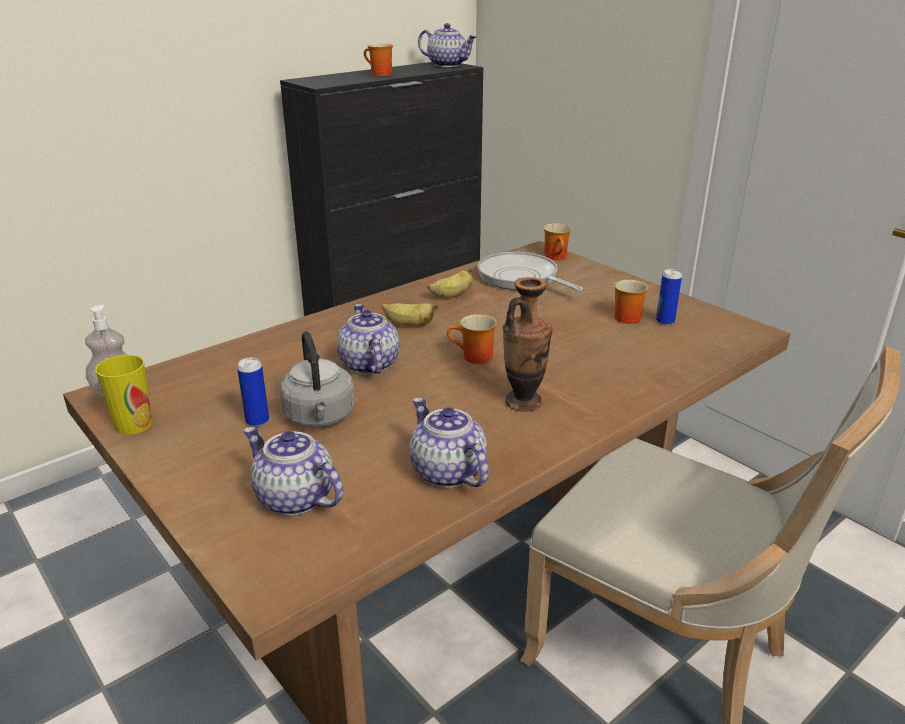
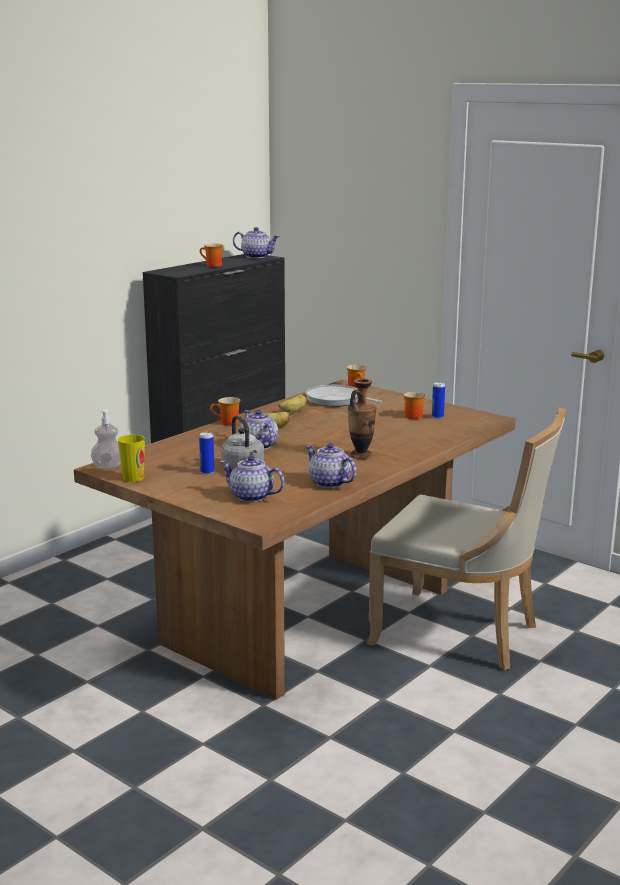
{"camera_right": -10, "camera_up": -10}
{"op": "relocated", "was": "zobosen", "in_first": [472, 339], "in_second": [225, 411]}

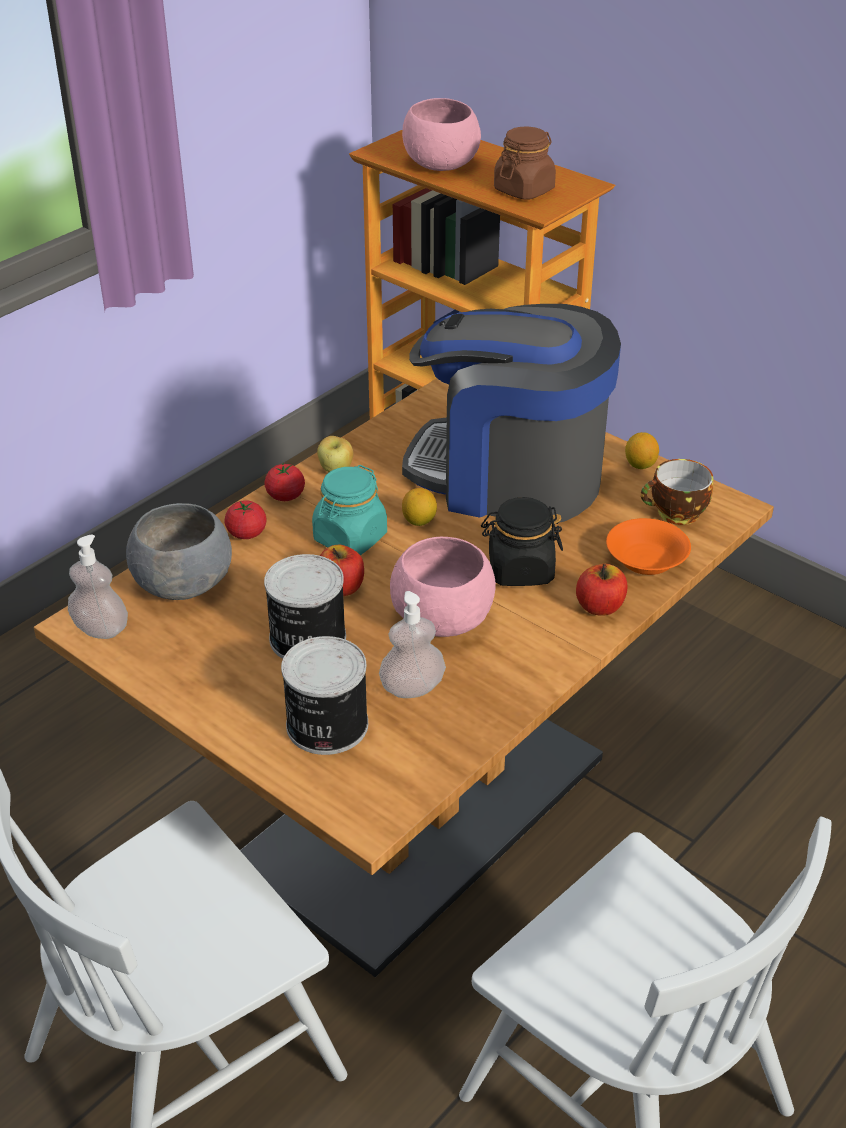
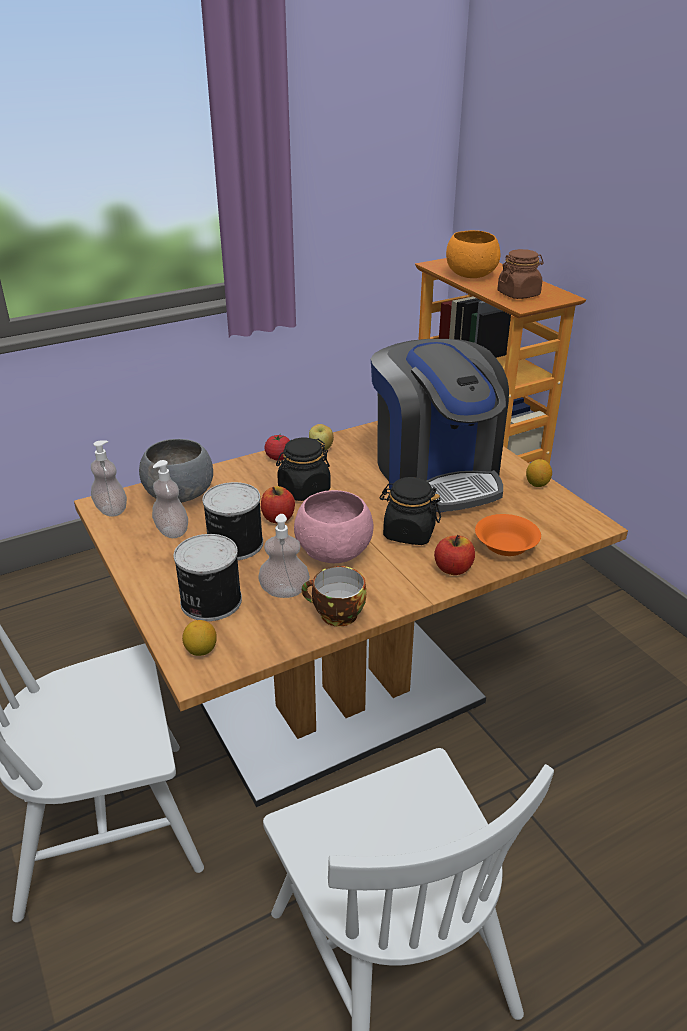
{"camera_right": 20, "camera_up": -5}
{"op": "appeared", "now": "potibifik", "in_second": [170, 499]}
{"op": "relocated", "was": "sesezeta", "in_first": [419, 507], "in_second": [199, 638]}
{"op": "colour", "was": "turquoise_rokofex", "now": "black_rokofex", "in_first": [349, 510], "in_second": [303, 469]}
{"op": "relocated", "was": "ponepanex", "in_first": [677, 492], "in_second": [334, 596]}
{"op": "spun", "was": "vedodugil", "in_first": [511, 413], "in_second": [440, 426], "clockwise": -150}
{"op": "colour", "was": "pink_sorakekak", "now": "orange_sorakekak", "in_first": [441, 134], "in_second": [473, 254]}
{"op": "missing", "was": "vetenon", "in_first": [246, 519]}

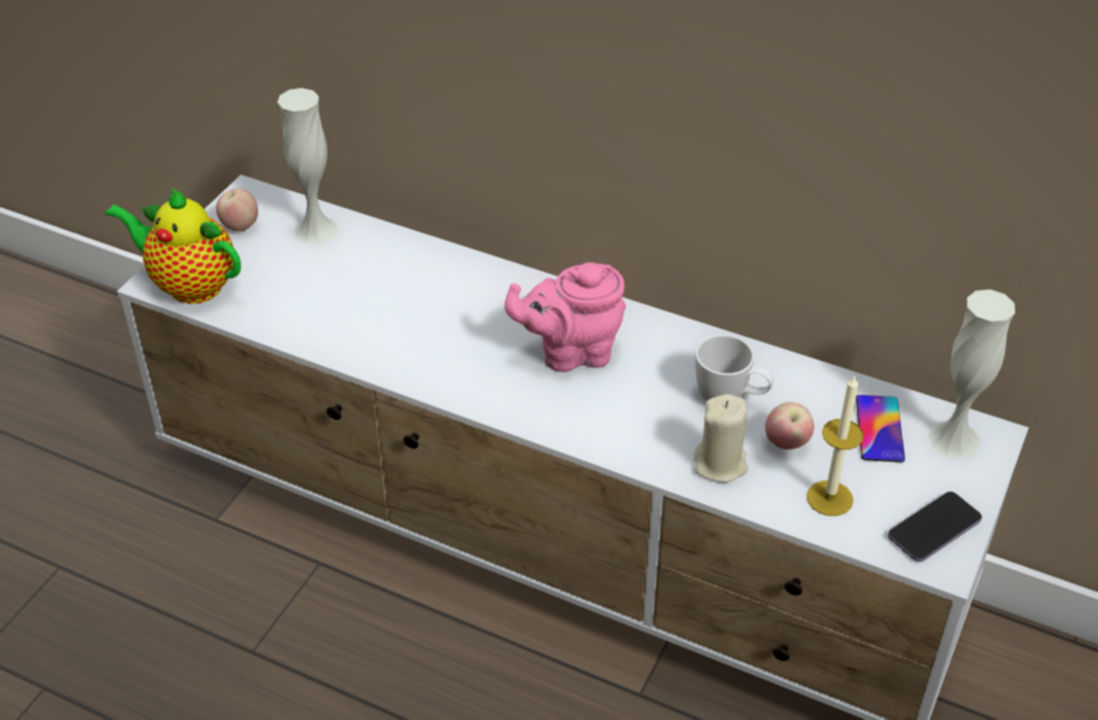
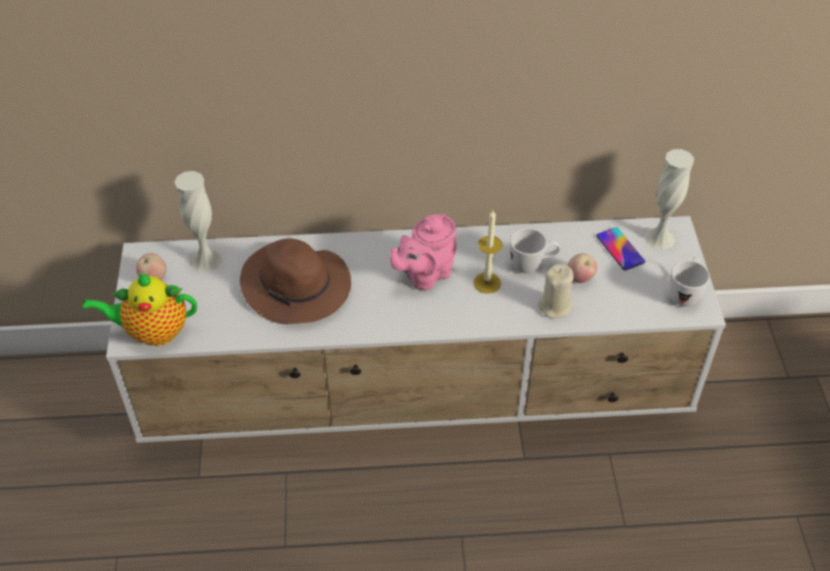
{"camera_right": -30, "camera_up": 5}
{"op": "appeared", "now": "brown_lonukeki", "in_second": [295, 281]}
{"op": "relocated", "was": "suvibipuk", "in_first": [835, 445], "in_second": [488, 252]}
{"op": "exchanged", "was": "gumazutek", "now": "white_zobosen", "in_first": [935, 526], "in_second": [690, 282]}

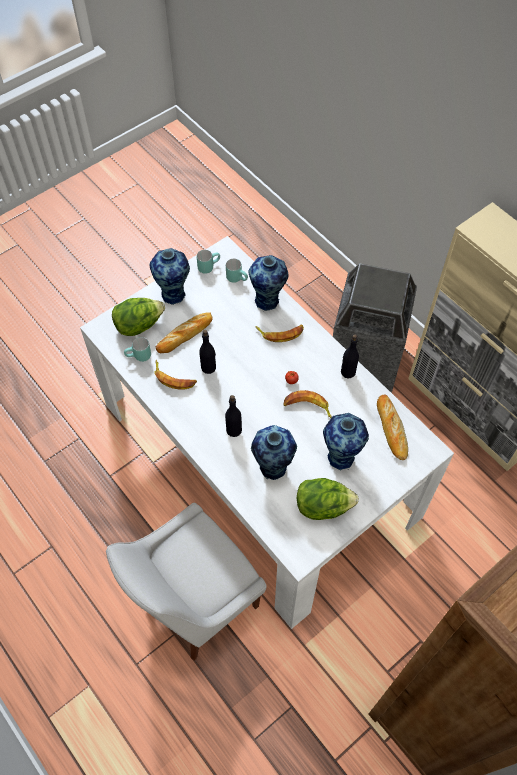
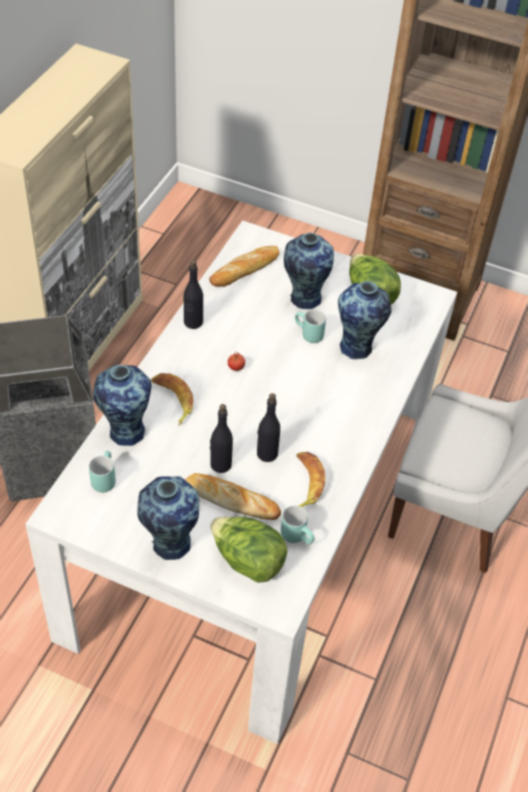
{"camera_right": -120, "camera_up": -10}
{"op": "relocated", "was": "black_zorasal", "in_first": [233, 416], "in_second": [221, 438]}
{"op": "relocated", "was": "turquoise_zobosen", "in_first": [208, 262], "in_second": [310, 326]}
{"op": "missing", "was": "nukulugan", "in_first": [307, 404]}

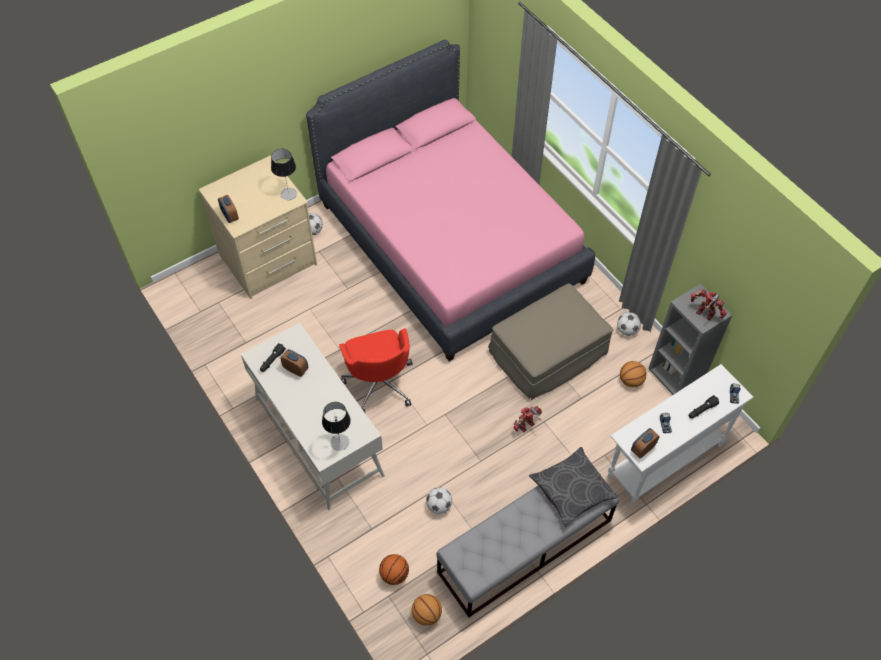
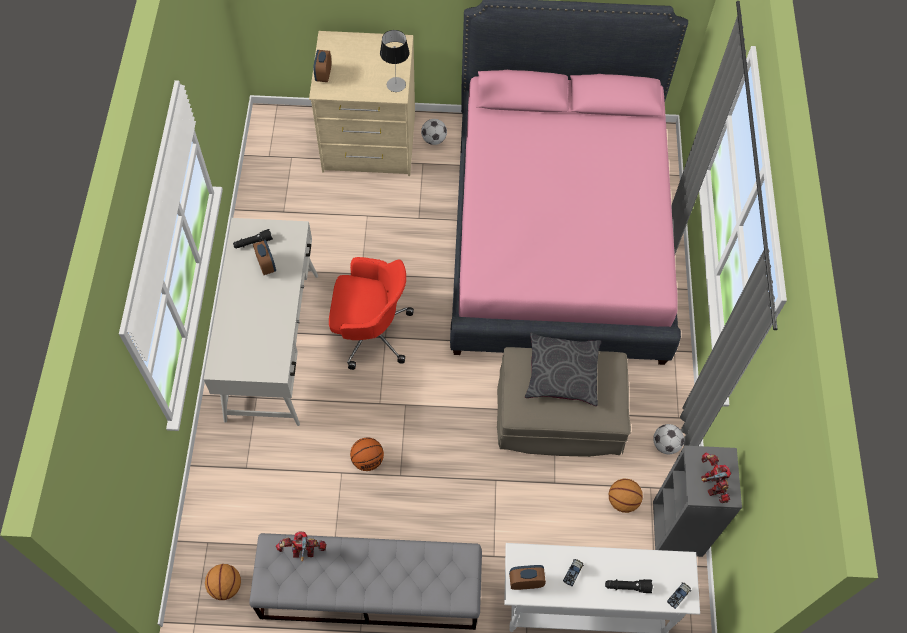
{"camera_right": 35, "camera_up": 5}
{"op": "relocated", "was": "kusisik", "in_first": [528, 419], "in_second": [301, 546]}
{"op": "spun", "was": "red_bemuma", "in_first": [375, 371], "in_second": [371, 313], "clockwise": -105}
{"op": "relocated", "was": "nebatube", "in_first": [394, 569], "in_second": [367, 454]}
{"op": "relocated", "was": "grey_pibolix", "in_first": [573, 487], "in_second": [563, 369]}
{"op": "missing", "was": "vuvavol", "in_first": [336, 426]}
{"op": "missing", "was": "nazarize", "in_first": [439, 500]}

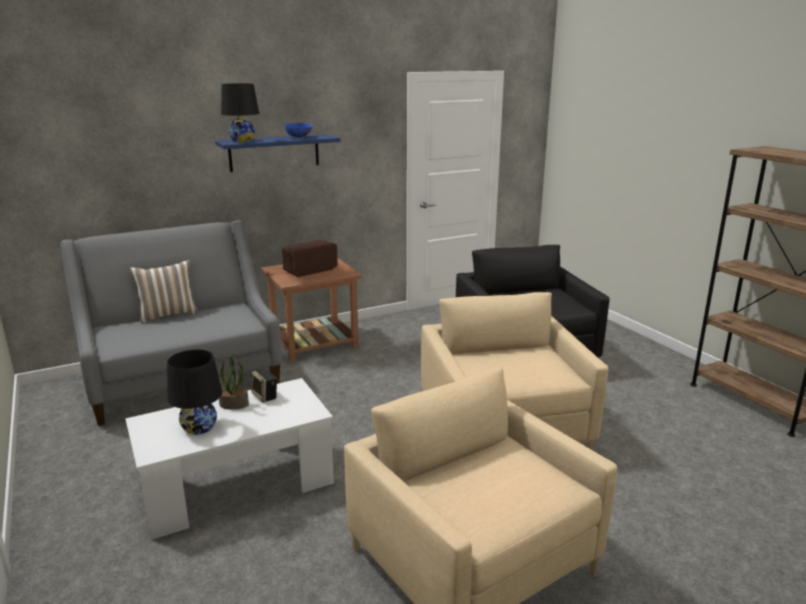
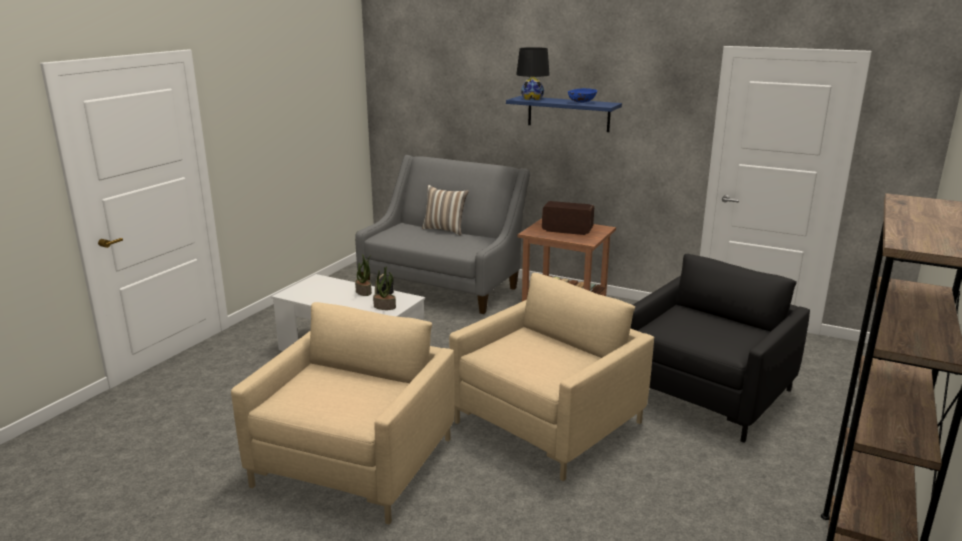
{"camera_right": 55, "camera_up": 0}
{"op": "appeared", "now": "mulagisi", "in_second": [384, 288]}
{"op": "missing", "was": "black_vuvavol", "in_first": [194, 392]}

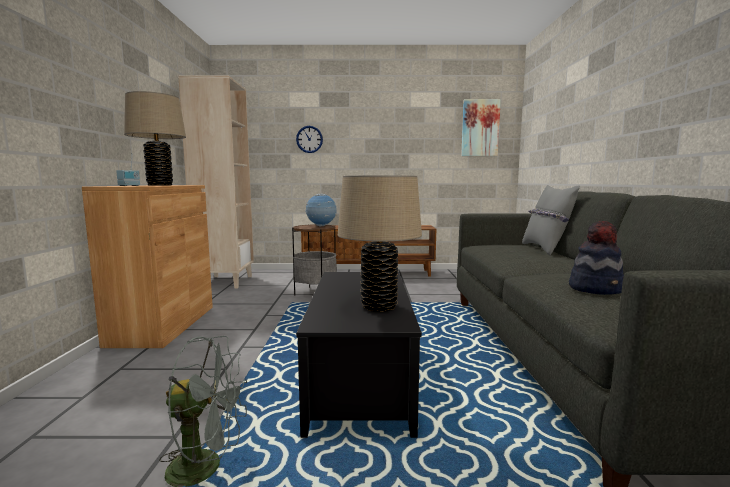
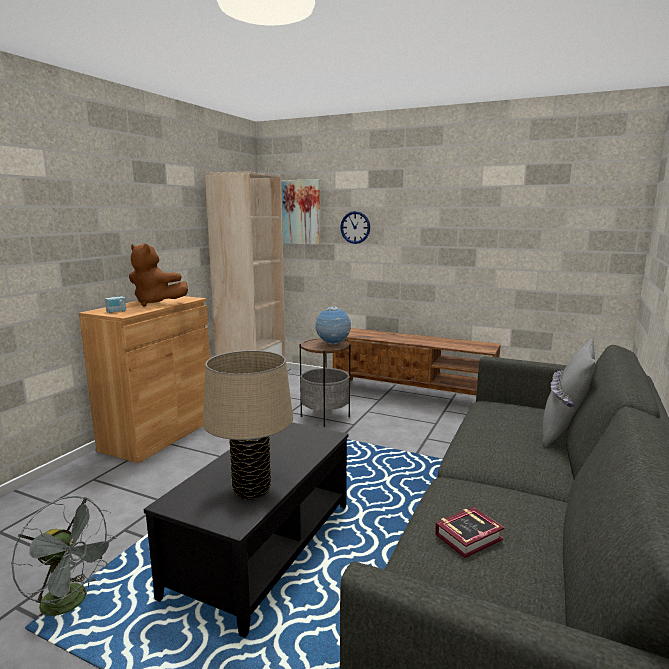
{"camera_right": 25, "camera_up": 5}
{"op": "exchanged", "was": "beige_vuvavol", "now": "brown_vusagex", "in_first": [155, 138], "in_second": [158, 275]}
{"op": "relocated", "was": "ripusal", "in_first": [481, 127], "in_second": [301, 212]}
{"op": "exchanged", "was": "lonukeki", "now": "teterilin", "in_first": [596, 258], "in_second": [469, 532]}

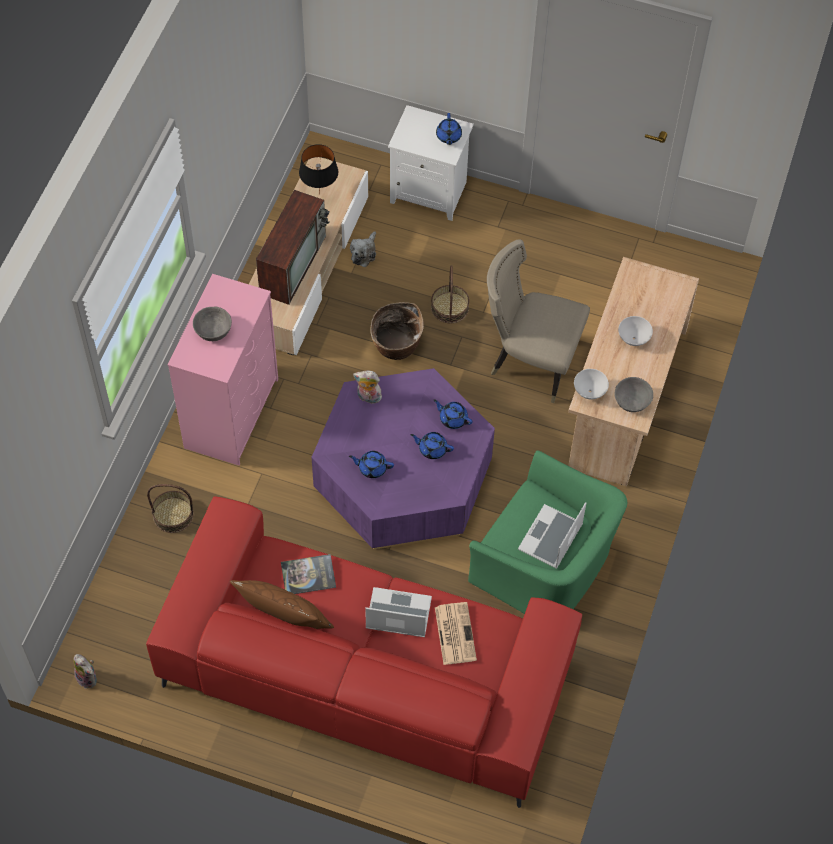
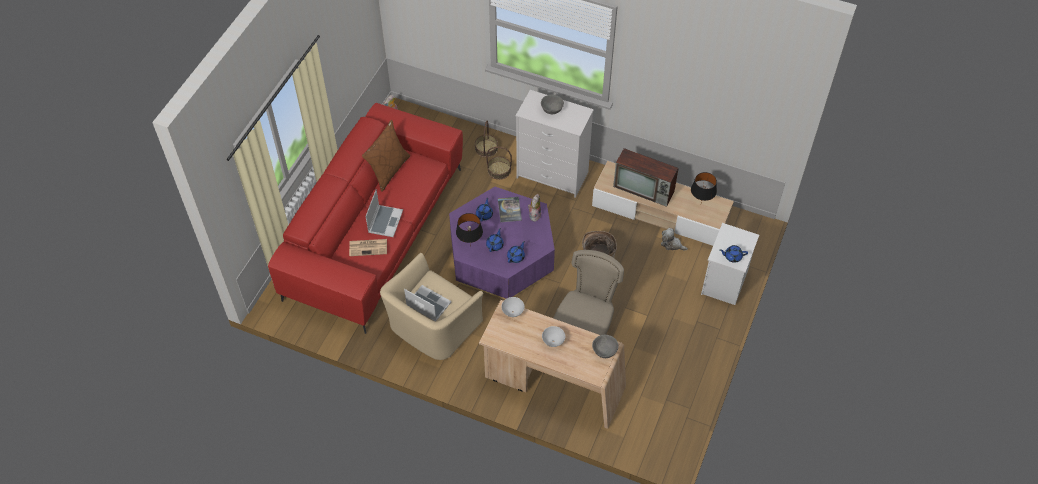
{"camera_right": 95, "camera_up": -5}
{"op": "colour", "was": "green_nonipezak", "now": "beige_nonipezak", "in_first": [547, 532], "in_second": [431, 306]}
{"op": "appeared", "now": "black_vuvavol", "in_second": [469, 228]}
{"op": "relocated", "was": "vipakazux", "in_first": [450, 294], "in_second": [499, 163]}
{"op": "relocated", "was": "teterilin", "in_first": [308, 574], "in_second": [510, 209]}
{"op": "colour", "was": "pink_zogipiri", "now": "white_zogipiri", "in_first": [222, 370], "in_second": [555, 144]}
{"op": "relocated", "was": "grey_sorakekak", "in_first": [633, 394], "in_second": [605, 346]}

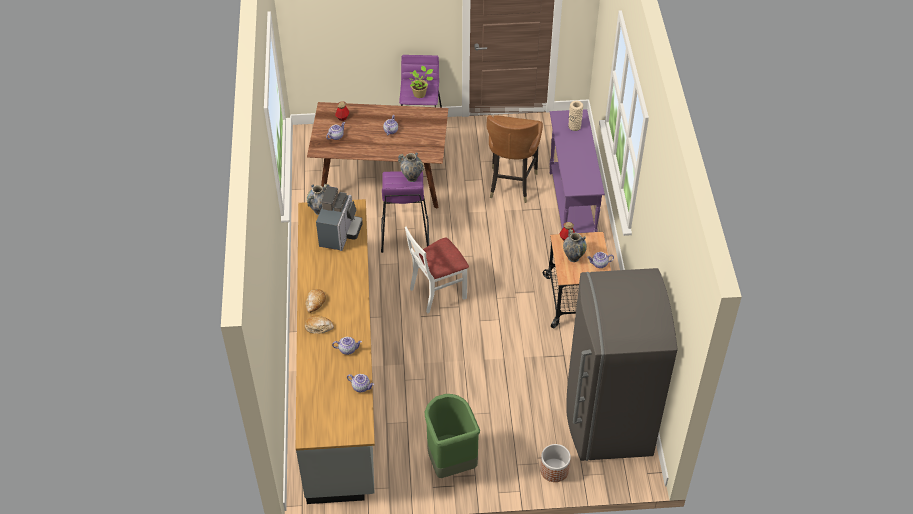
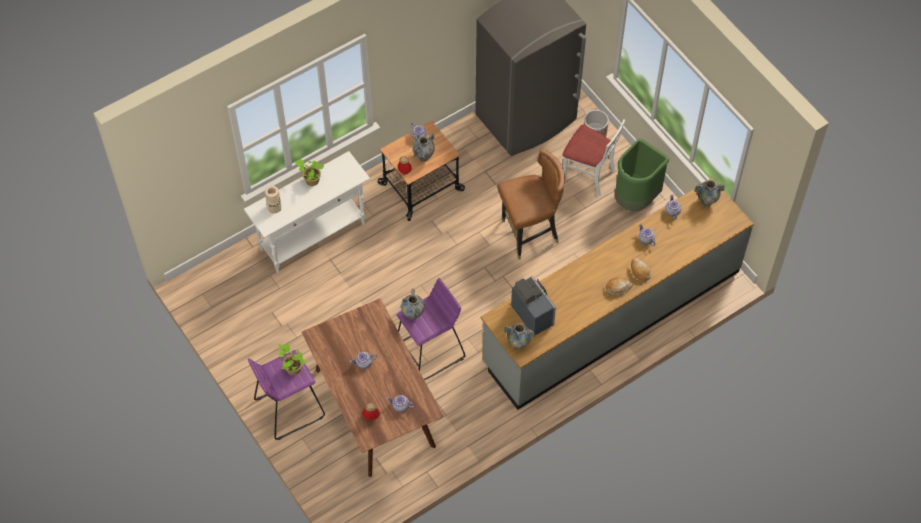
{"camera_right": -120, "camera_up": 10}
{"op": "colour", "was": "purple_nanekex", "now": "white_nanekex", "in_first": [577, 171], "in_second": [306, 212]}
{"op": "appeared", "now": "mulagisi", "in_second": [309, 172]}
{"op": "relocated", "was": "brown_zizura", "in_first": [514, 159], "in_second": [531, 204]}
{"op": "spun", "was": "vedodugil", "in_first": [339, 218], "in_second": [533, 305], "clockwise": 75}
{"op": "relocated", "was": "white_zizura", "in_first": [437, 270], "in_second": [593, 157]}
{"op": "appeared", "now": "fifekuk", "in_second": [709, 193]}

